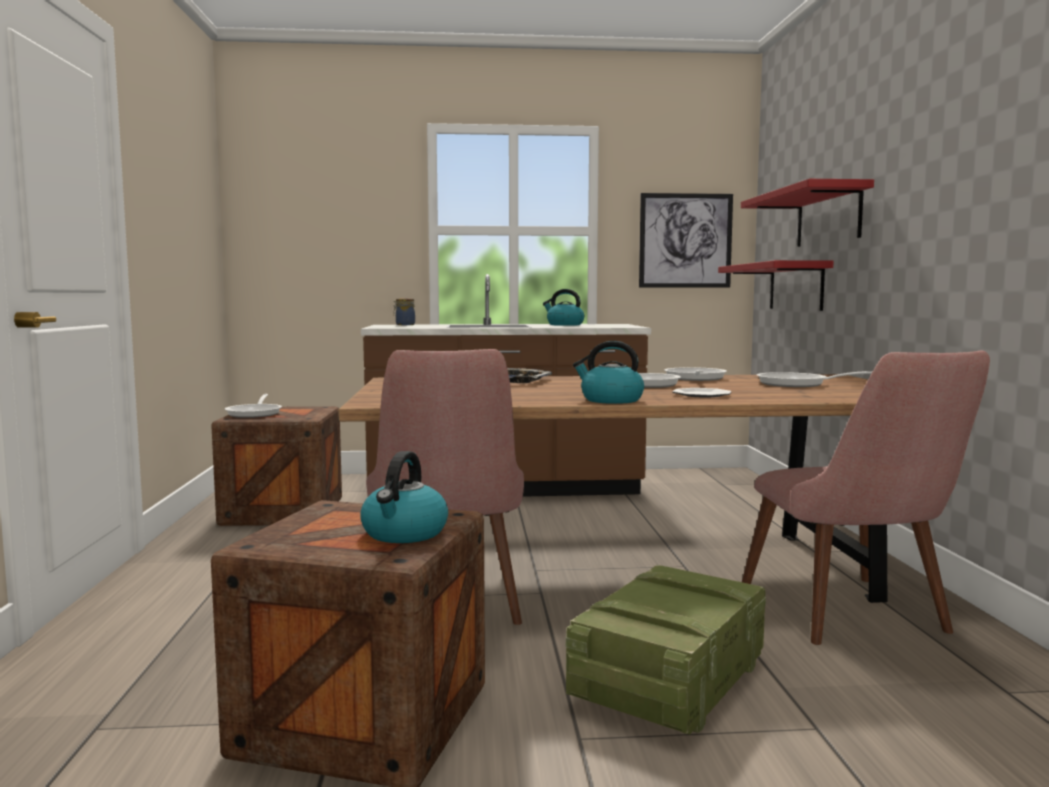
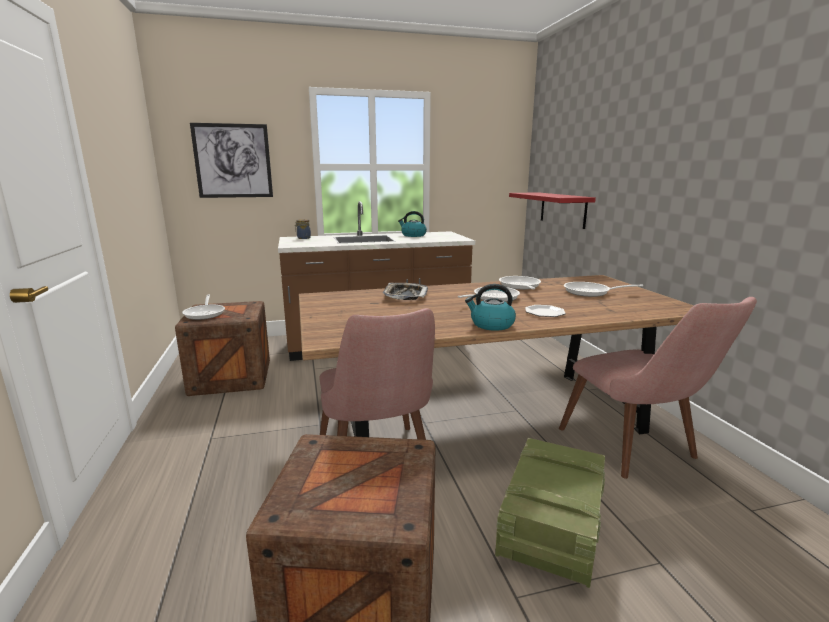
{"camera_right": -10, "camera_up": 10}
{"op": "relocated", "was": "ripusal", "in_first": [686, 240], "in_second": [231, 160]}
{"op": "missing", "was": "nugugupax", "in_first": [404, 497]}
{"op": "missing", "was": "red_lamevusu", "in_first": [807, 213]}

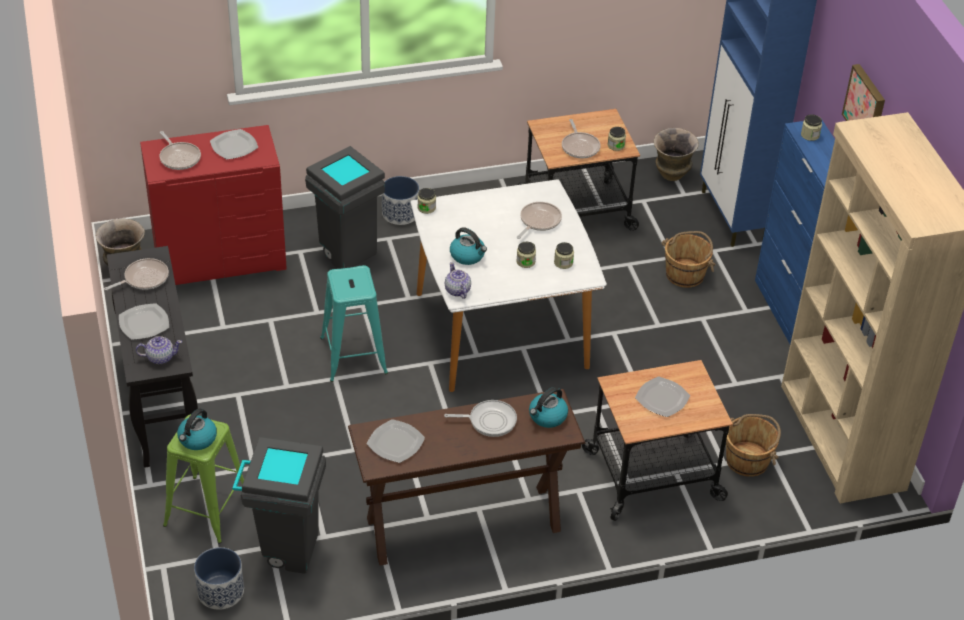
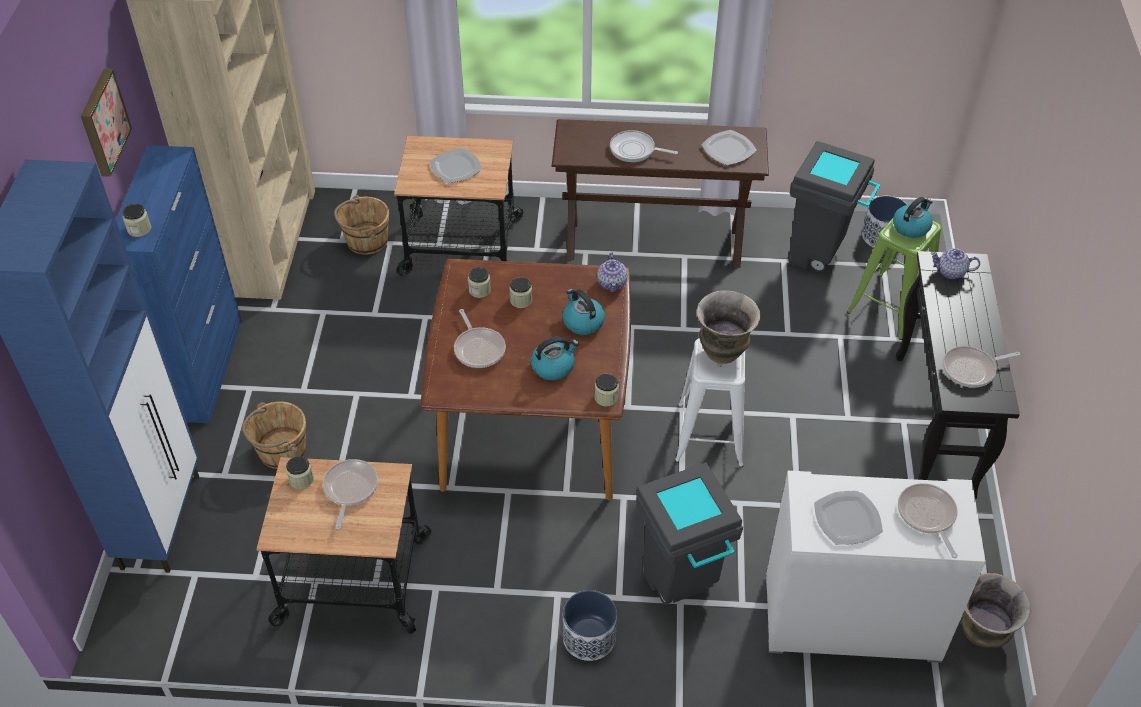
{"camera_right": -160, "camera_up": 5}
{"op": "colour", "was": "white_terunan", "now": "brown_terunan", "in_first": [508, 285], "in_second": [525, 380]}
{"op": "spun", "was": "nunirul", "in_first": [539, 220], "in_second": [480, 338], "clockwise": -75}
{"op": "relocated", "was": "nugugupax", "in_first": [548, 407], "in_second": [555, 358]}
{"op": "colour", "was": "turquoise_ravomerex", "now": "white_ravomerex", "in_first": [354, 323], "in_second": [710, 403]}
{"op": "relocated", "was": "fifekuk", "in_first": [676, 154], "in_second": [728, 327]}
{"op": "colour", "was": "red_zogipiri", "now": "white_zogipiri", "in_first": [213, 205], "in_second": [876, 567]}
{"op": "missing", "was": "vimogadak", "in_first": [144, 321]}

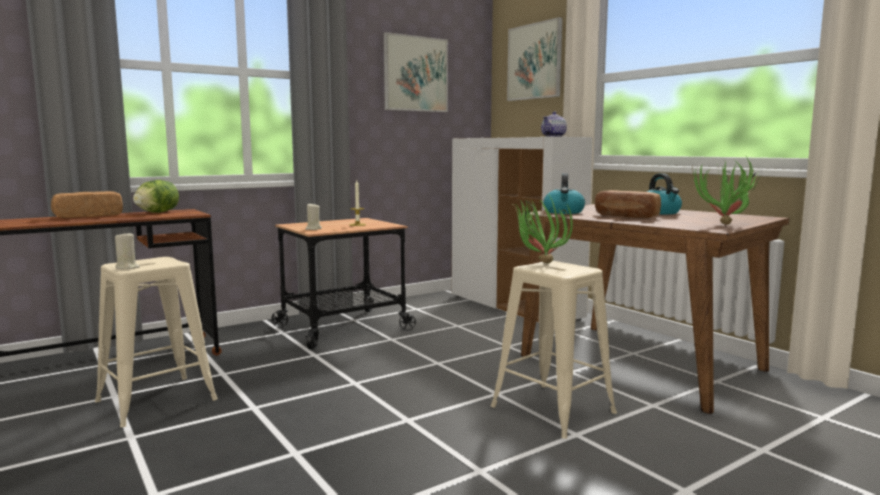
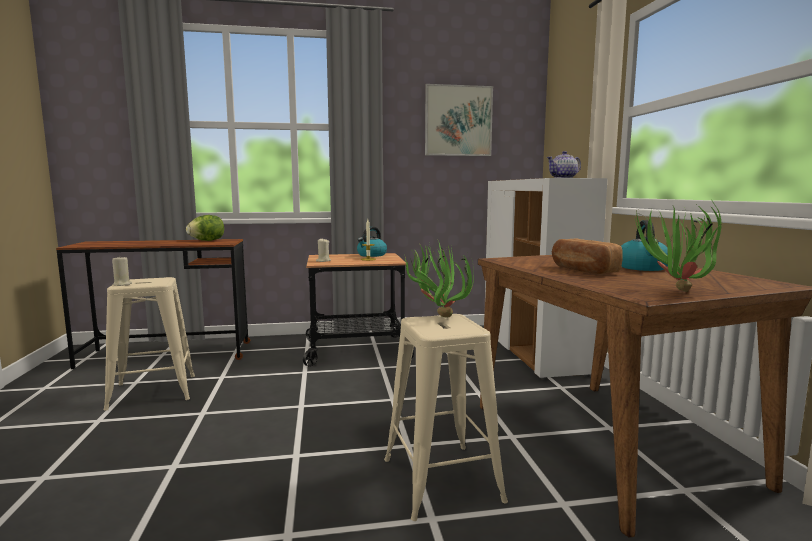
{"camera_right": 25, "camera_up": 0}
{"op": "relocated", "was": "nugugupax", "in_first": [564, 193], "in_second": [372, 242]}
{"op": "missing", "was": "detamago", "in_first": [87, 204]}
{"op": "missing", "was": "ripusal", "in_first": [535, 59]}

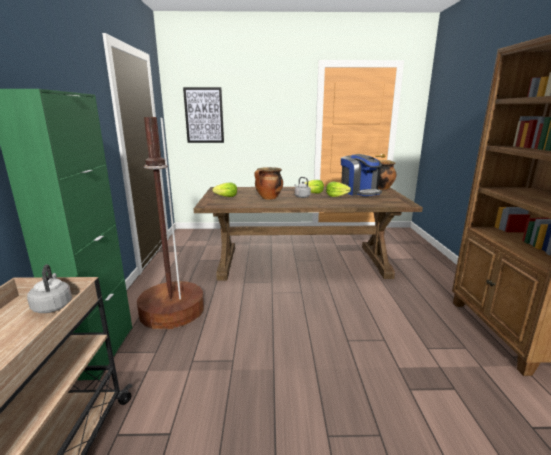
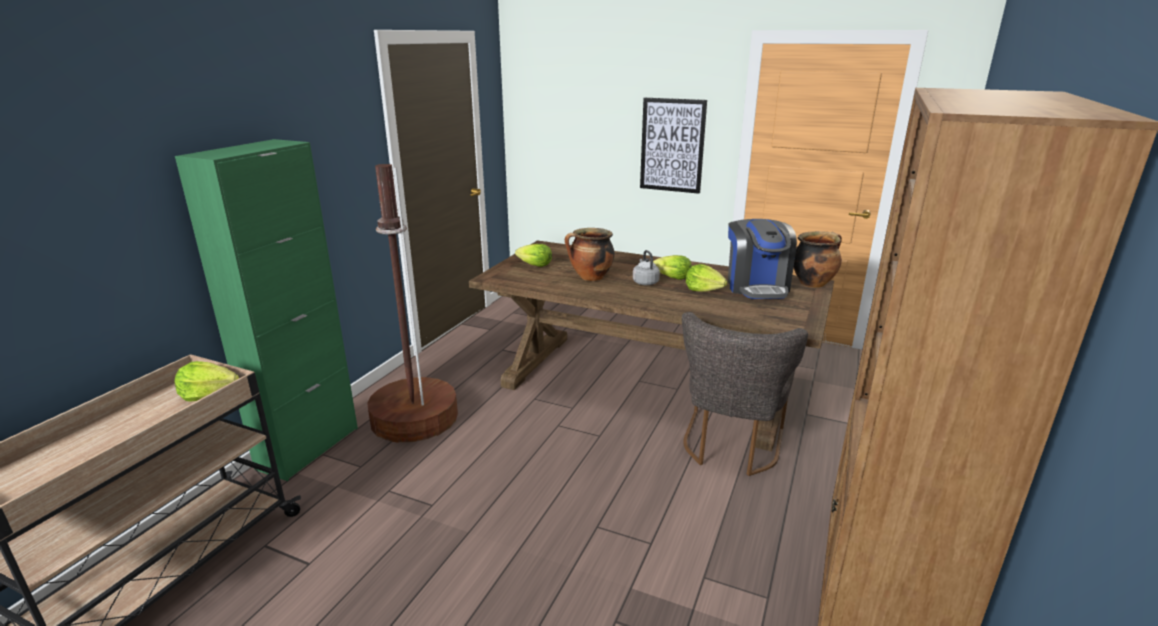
{"camera_right": 25, "camera_up": 5}
{"op": "exchanged", "was": "grey_nugugupax", "now": "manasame", "in_first": [49, 288], "in_second": [207, 381]}
{"op": "relocated", "was": "ripusal", "in_first": [203, 115], "in_second": [673, 146]}
{"op": "appeared", "now": "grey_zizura", "in_second": [745, 394]}

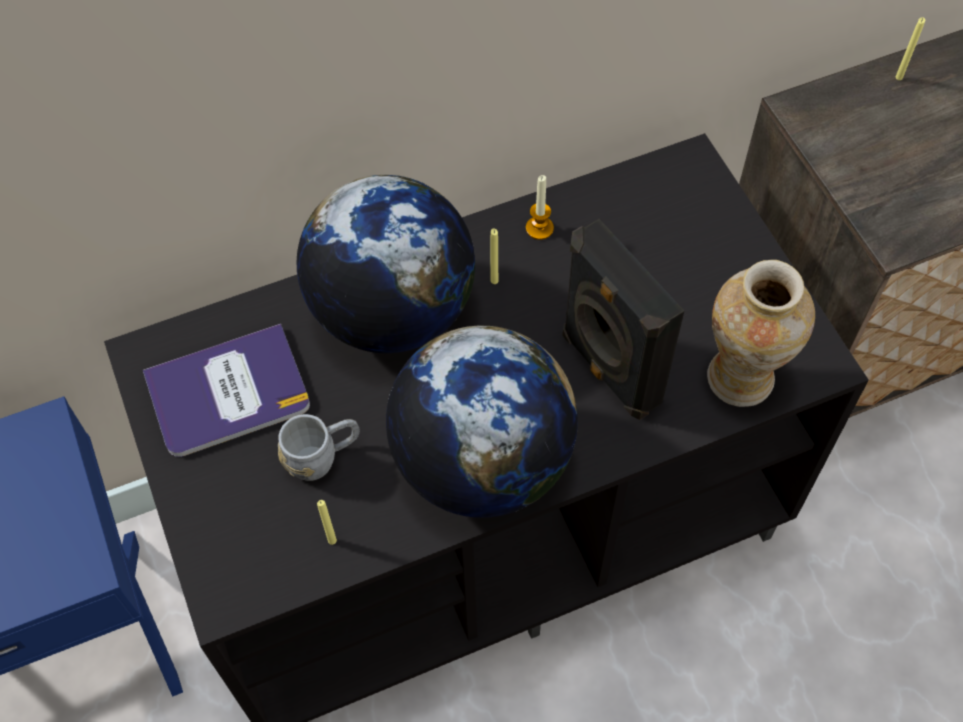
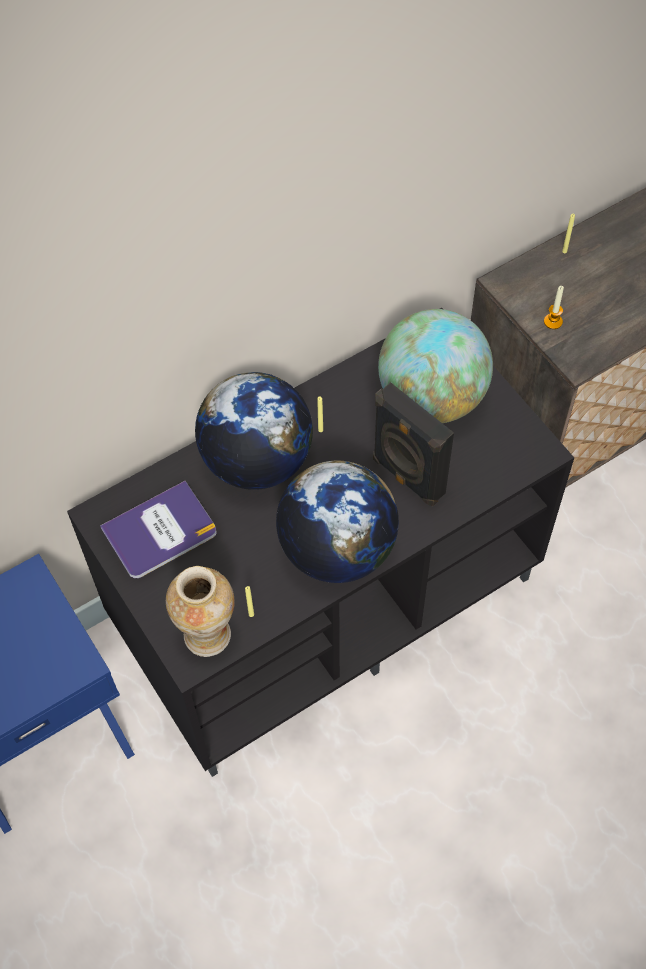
{"camera_right": -10, "camera_up": 0}
{"op": "relocated", "was": "fifekuk", "in_first": [761, 333], "in_second": [200, 611]}
{"op": "appeared", "now": "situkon", "in_second": [435, 366]}
{"op": "relocated", "was": "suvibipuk", "in_first": [540, 207], "in_second": [554, 307]}
{"op": "missing", "was": "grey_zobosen", "in_first": [319, 447]}

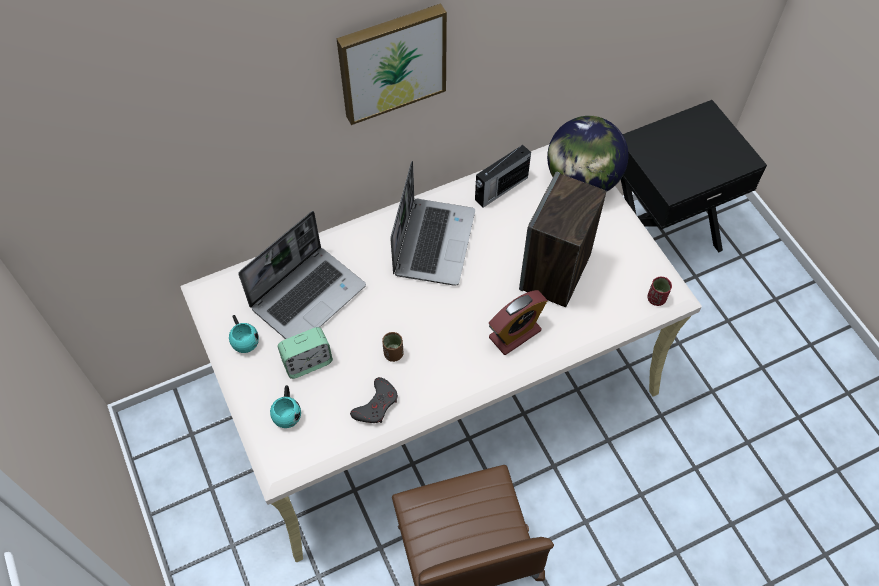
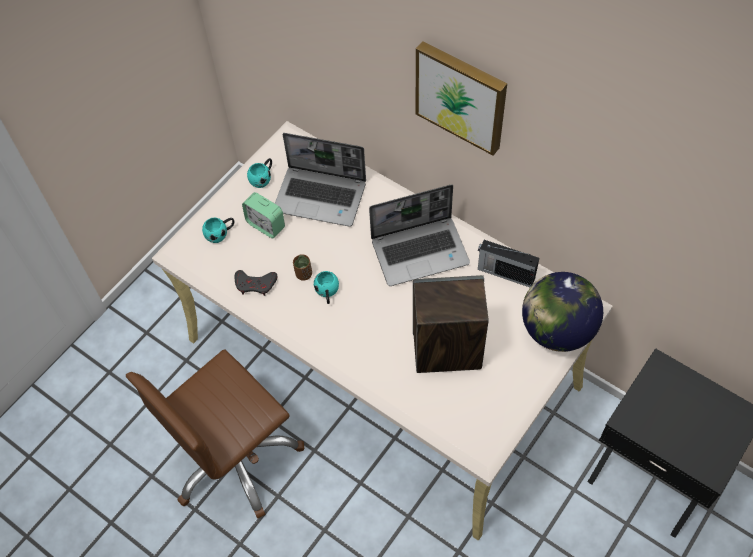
{"camera_right": 65, "camera_up": 0}
{"op": "appeared", "now": "turquoise_zobosen", "in_second": [326, 287]}
{"op": "missing", "was": "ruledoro", "in_first": [518, 322]}
{"op": "missing", "was": "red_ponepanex", "in_first": [659, 291]}

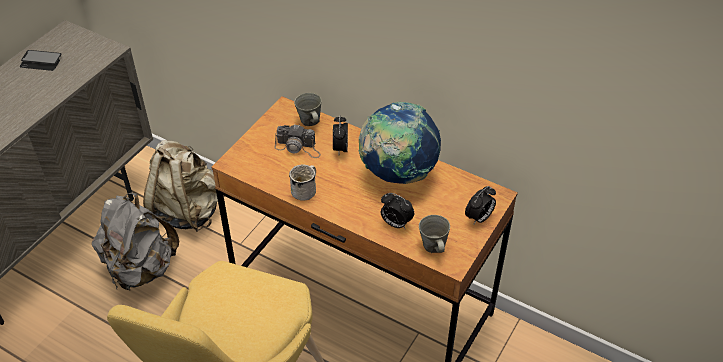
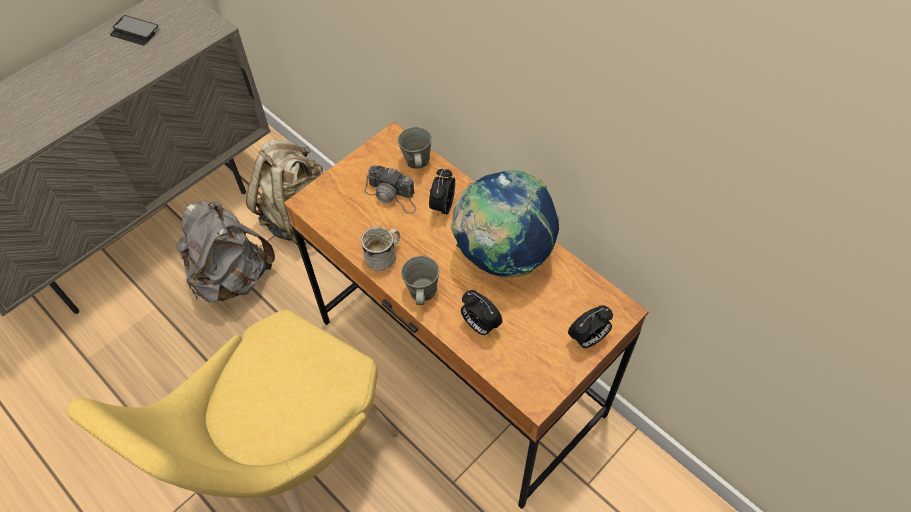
{"camera_right": 15, "camera_up": 10}
{"op": "relocated", "was": "grey_zobosen", "in_first": [434, 234], "in_second": [420, 280]}

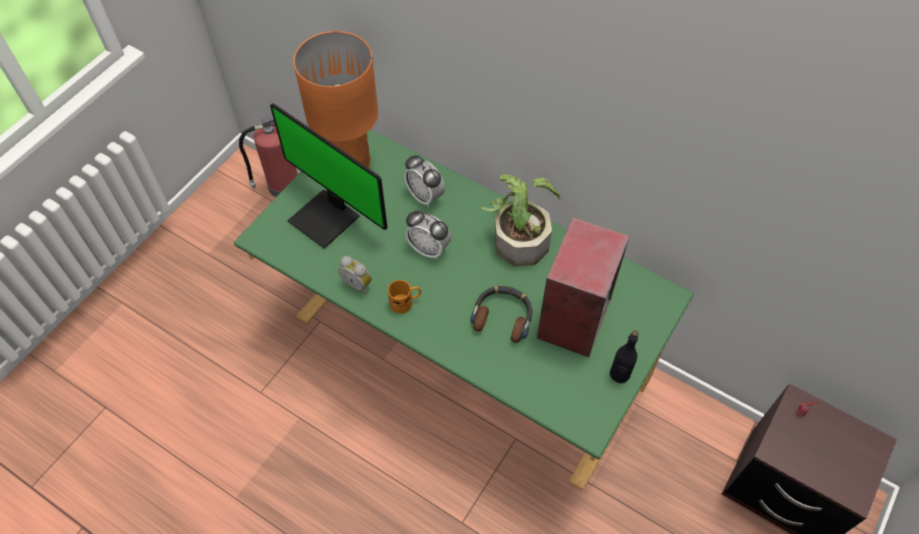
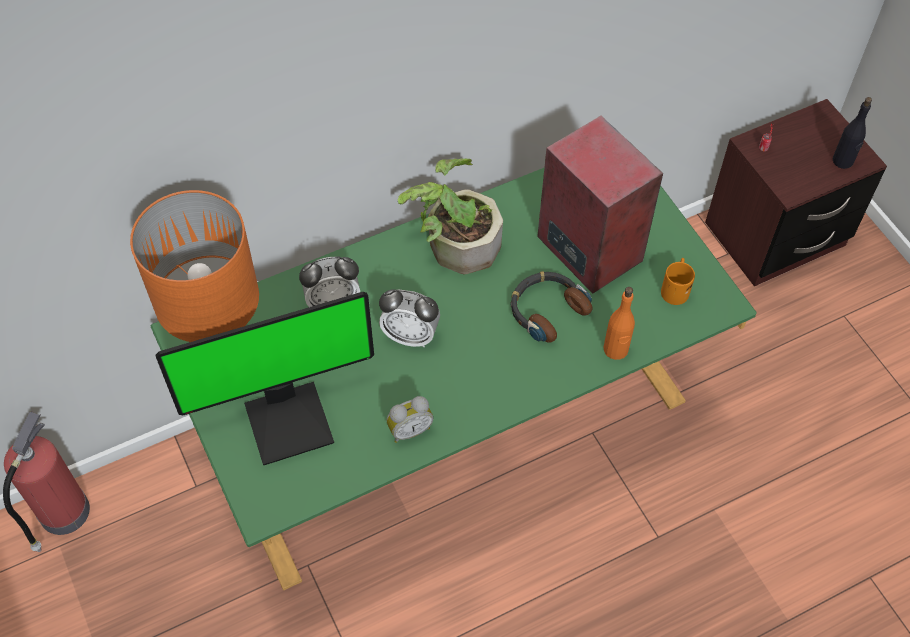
{"camera_right": -60, "camera_up": 0}
{"op": "spun", "was": "ruledoro", "in_first": [428, 235], "in_second": [409, 318], "clockwise": 45}
{"op": "appeared", "now": "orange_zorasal", "in_second": [619, 323]}
{"op": "relocated", "was": "orange_zobosen", "in_first": [404, 297], "in_second": [678, 281]}
{"op": "relocated", "was": "black_zorasal", "in_first": [624, 356], "in_second": [852, 133]}

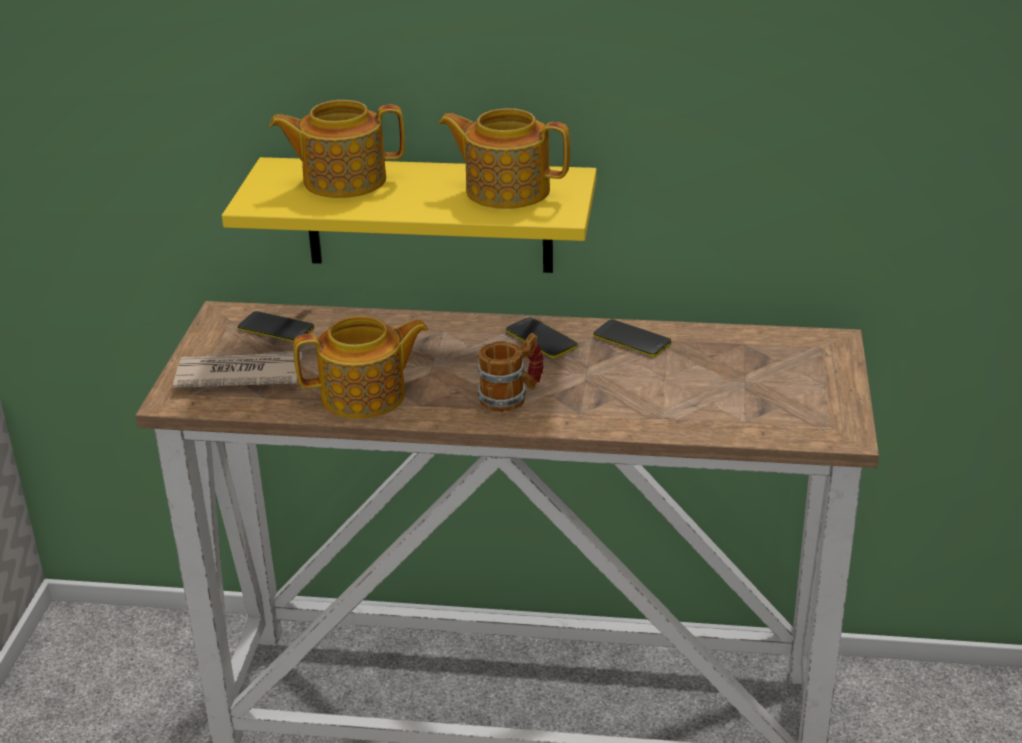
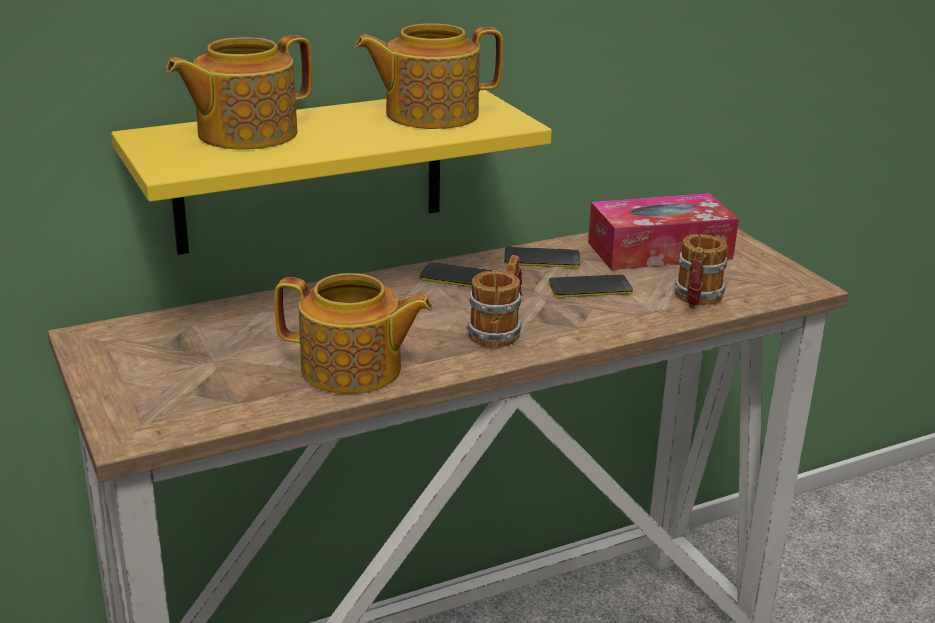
{"camera_right": -35, "camera_up": -5}
{"op": "spun", "was": "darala", "in_first": [360, 367], "in_second": [353, 333], "clockwise": 60}
{"op": "relocated", "was": "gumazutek", "in_first": [276, 326], "in_second": [590, 286]}
{"op": "appeared", "now": "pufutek", "in_second": [663, 231]}
{"op": "appeared", "now": "zobosen", "in_second": [701, 271]}
{"op": "missing", "was": "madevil", "in_first": [237, 369]}

